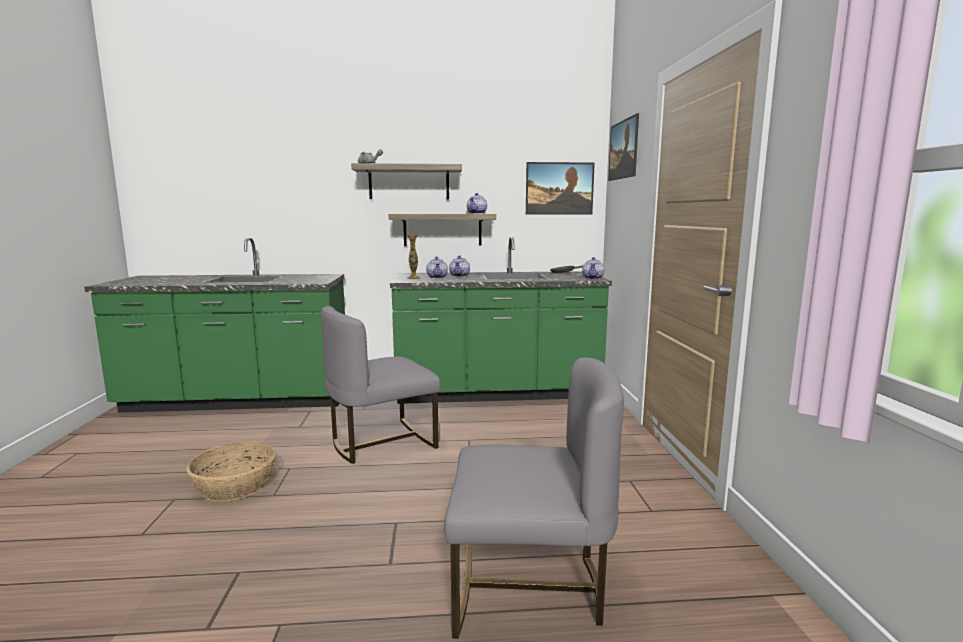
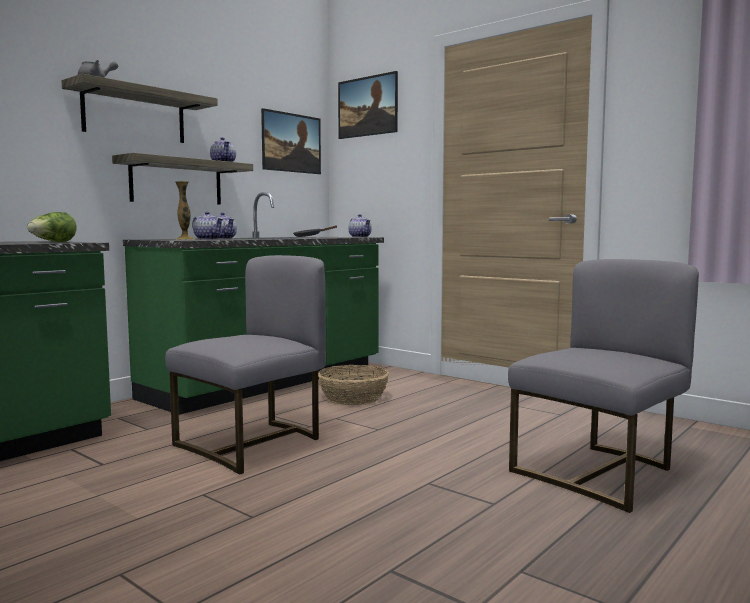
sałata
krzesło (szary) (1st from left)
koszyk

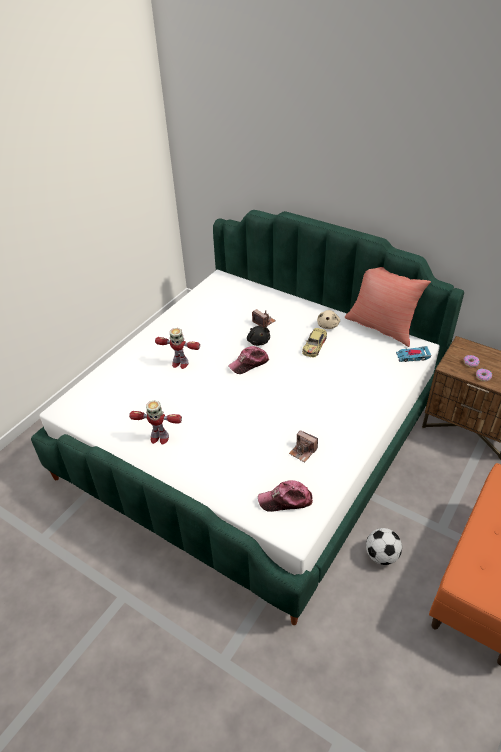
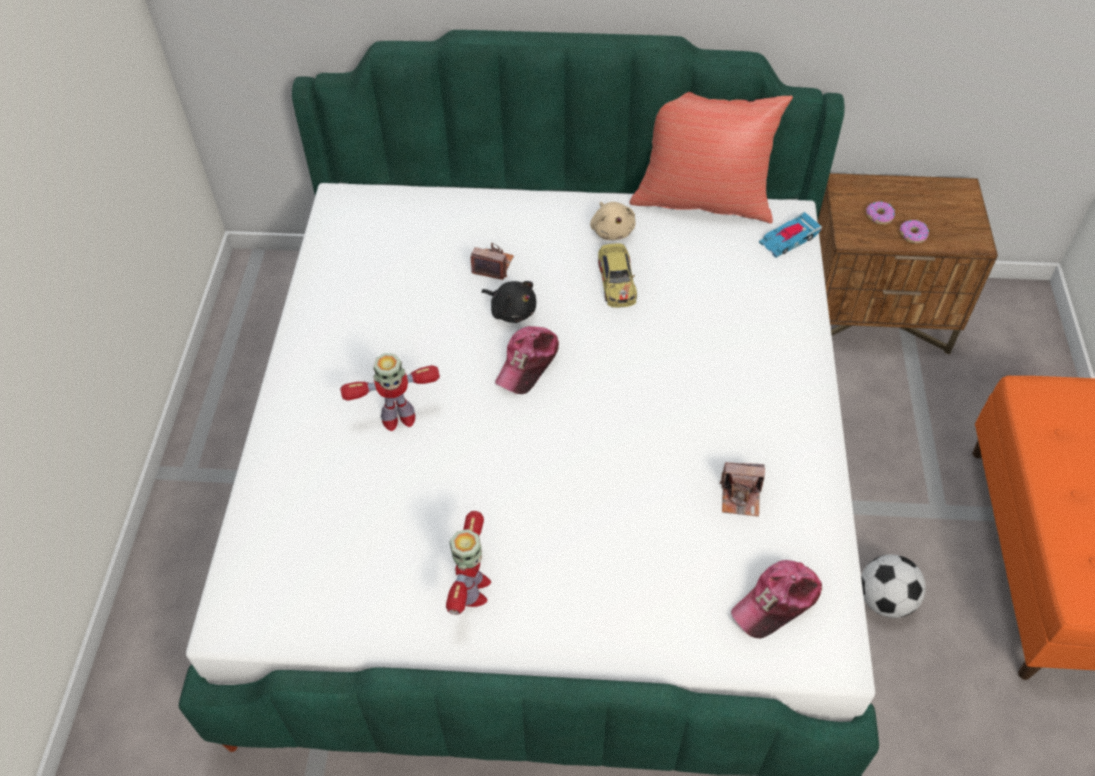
robot zabawkowy (2nd from left)

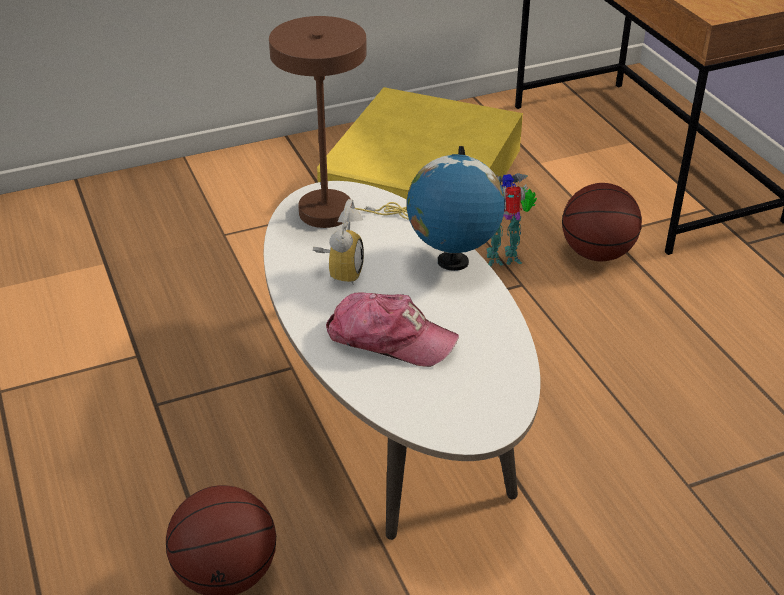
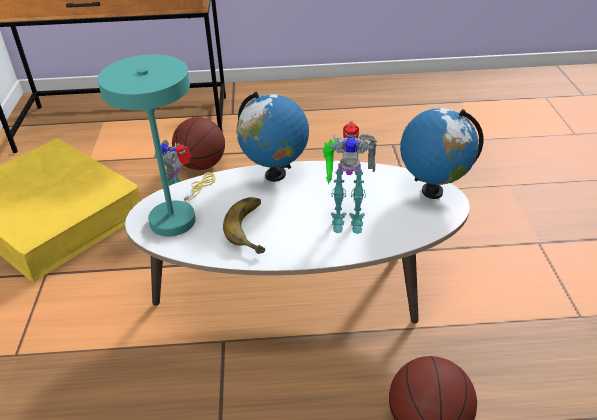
lampa stołowa (turkusowy)
banan
robot zabawkowy (2nd from left)
globus (2nd from left)

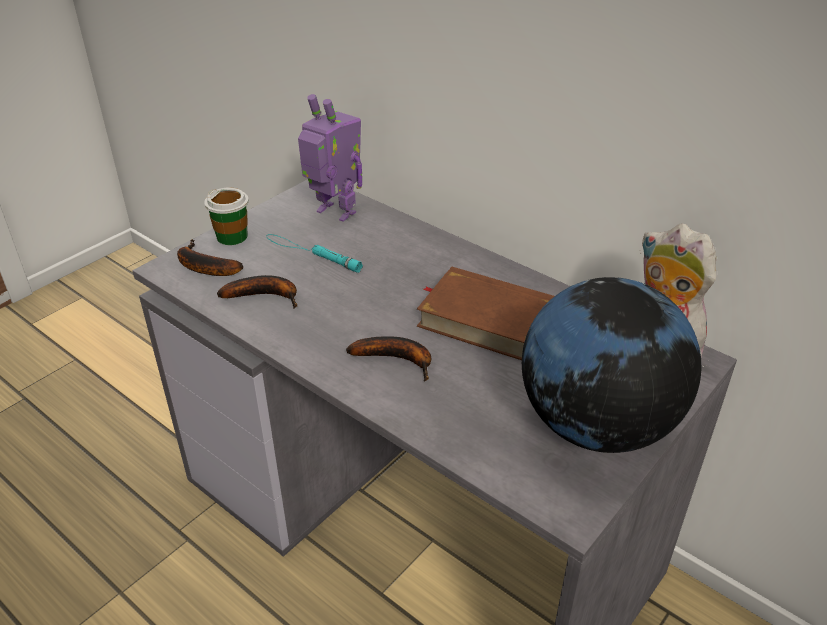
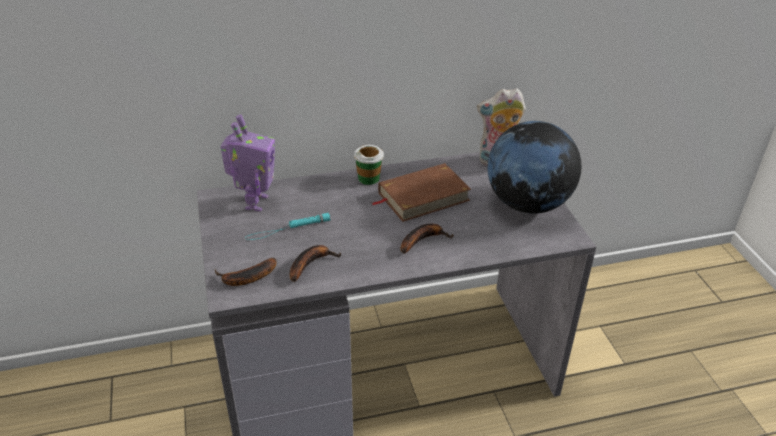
robot zabawkowy
filiżanka

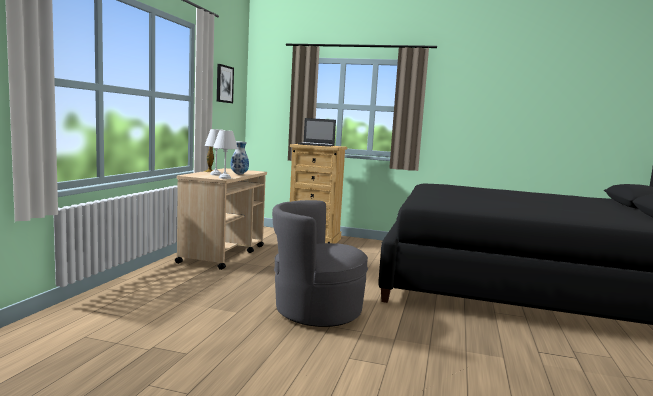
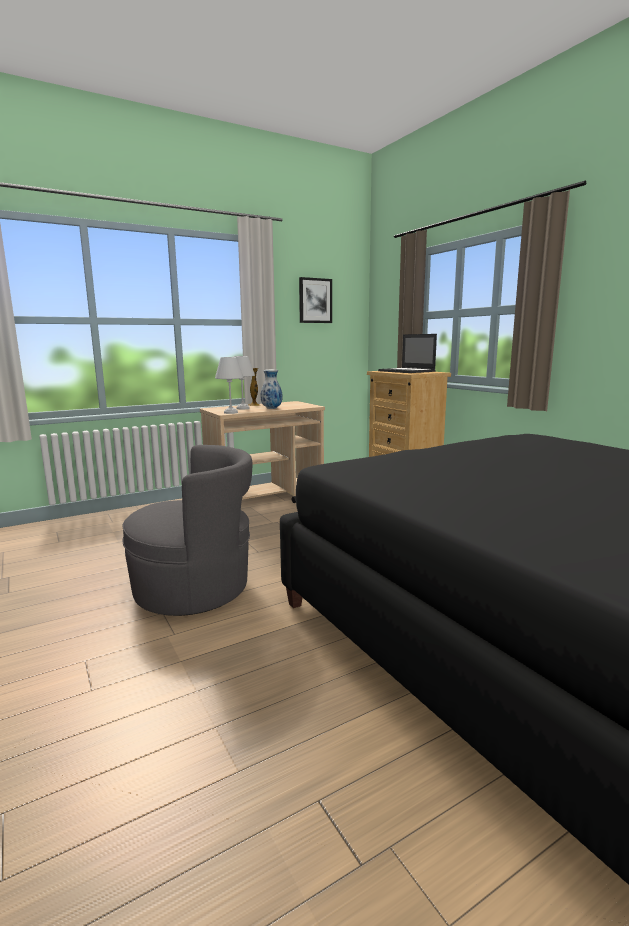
fotel (szary)

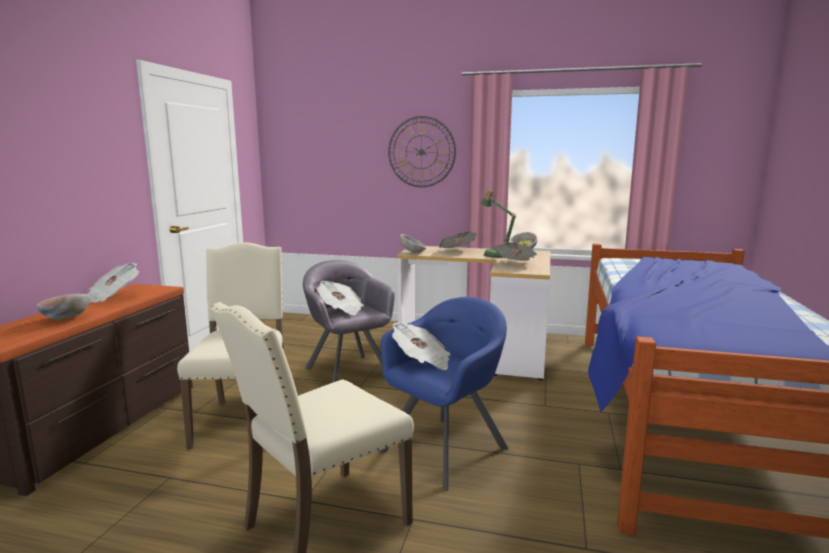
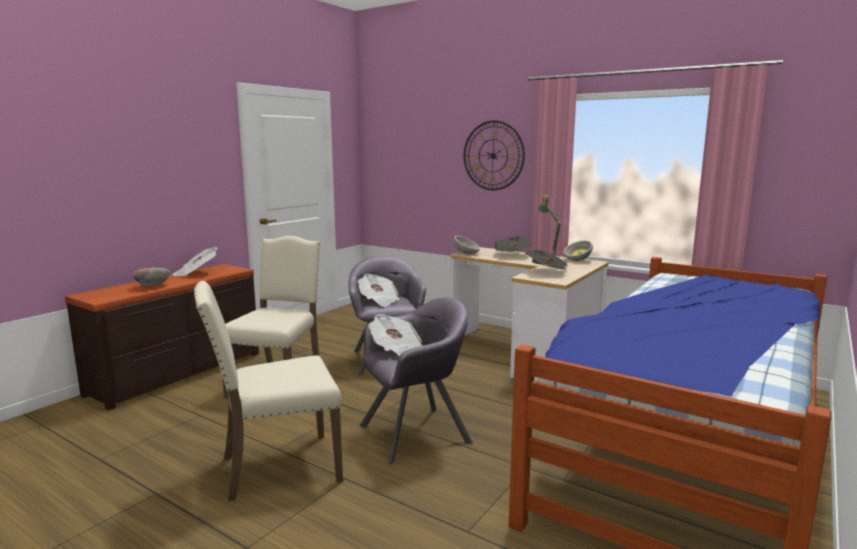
fotel (szary) (2nd from left)

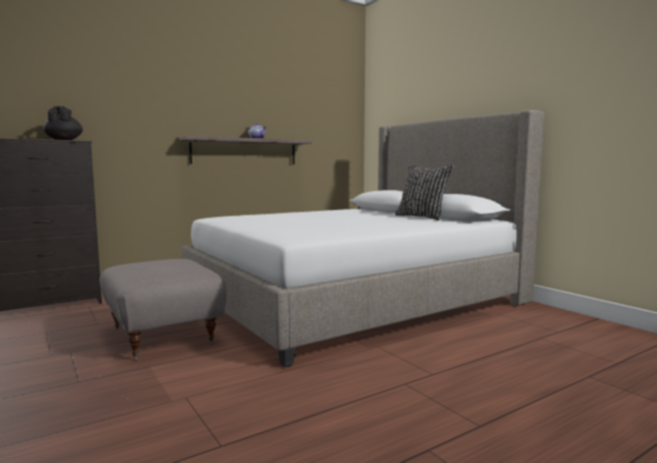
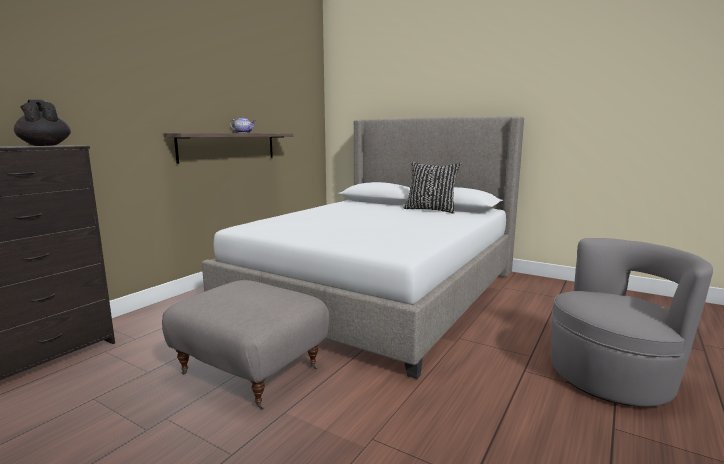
fotel (szary)

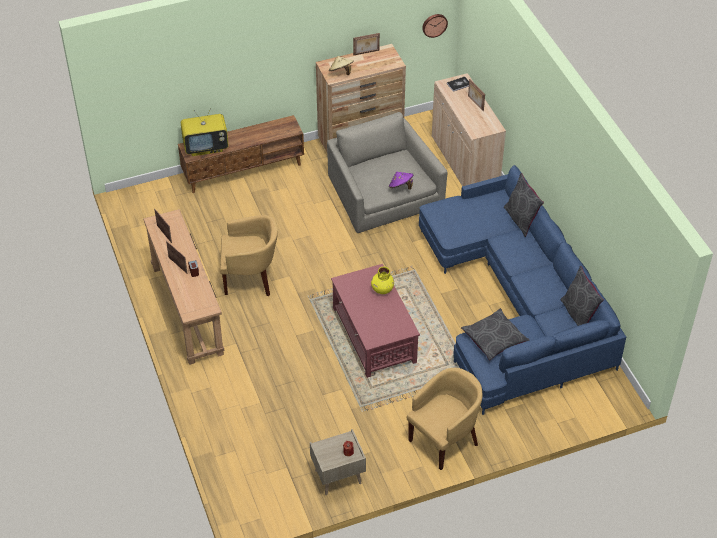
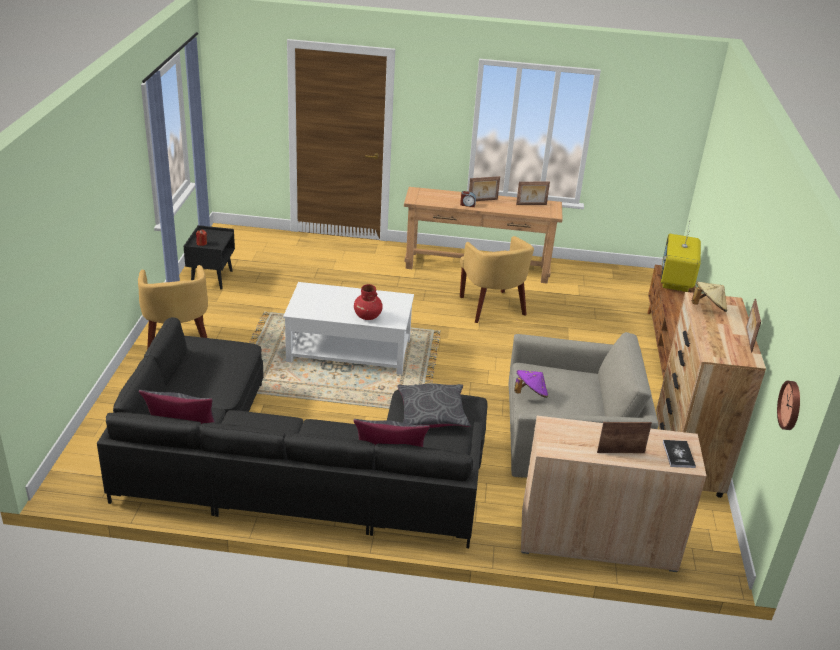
kanapa (czarny)
szafka nocna (czarny)
ława (biały)
wazon (czerwony)
poduszka (szary) (3rd from left)
fotel (żółty) (2nd from left)

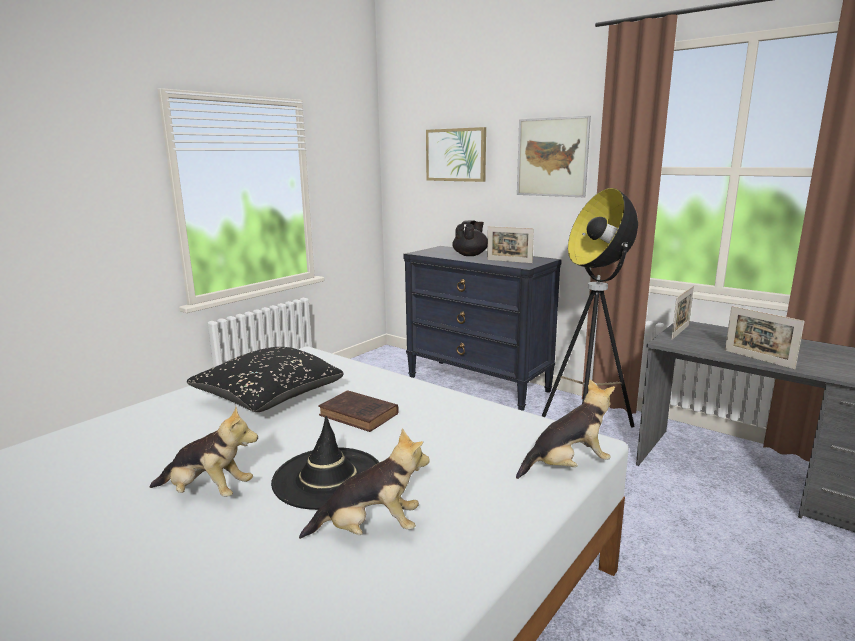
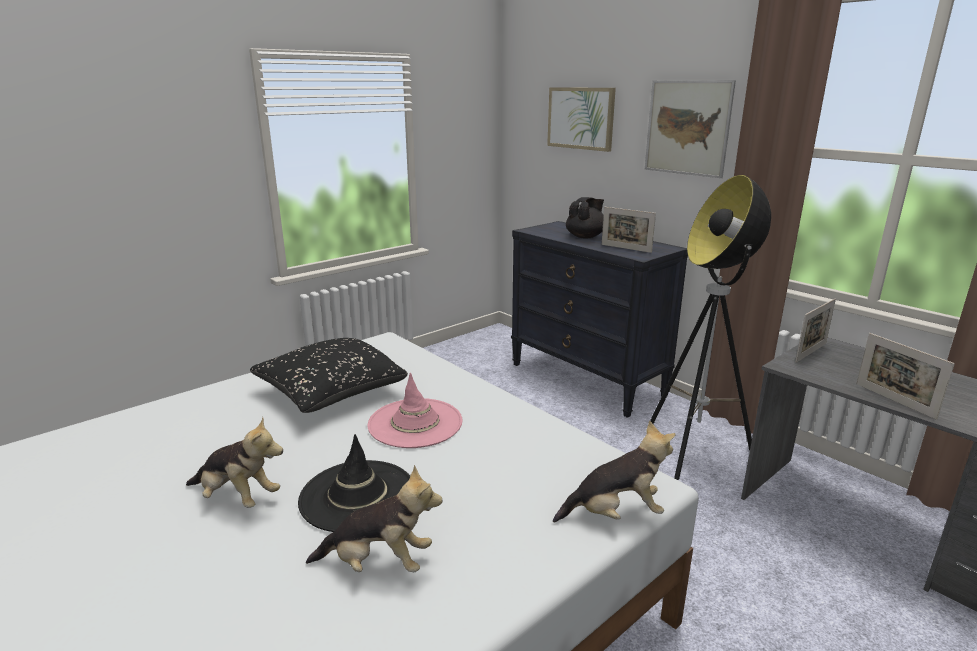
kapelusz (różowy)

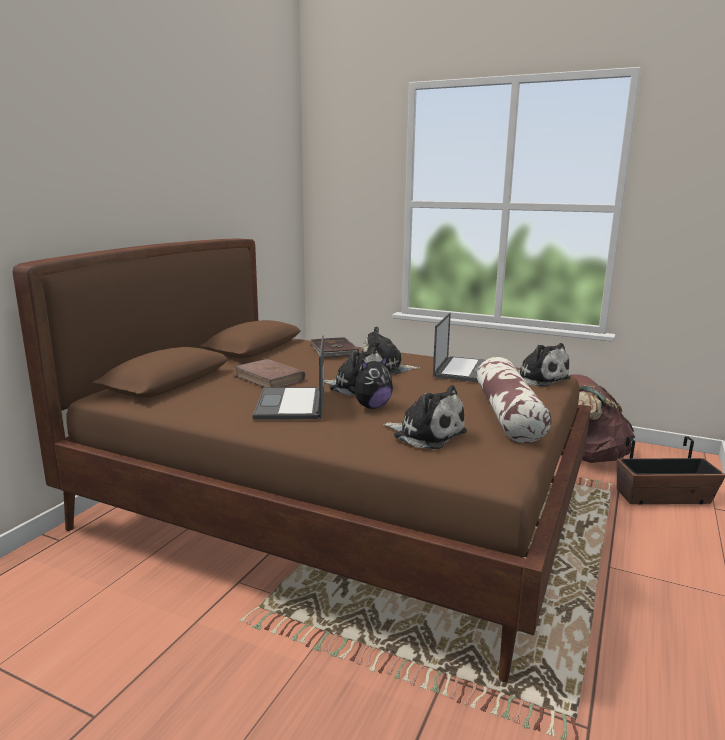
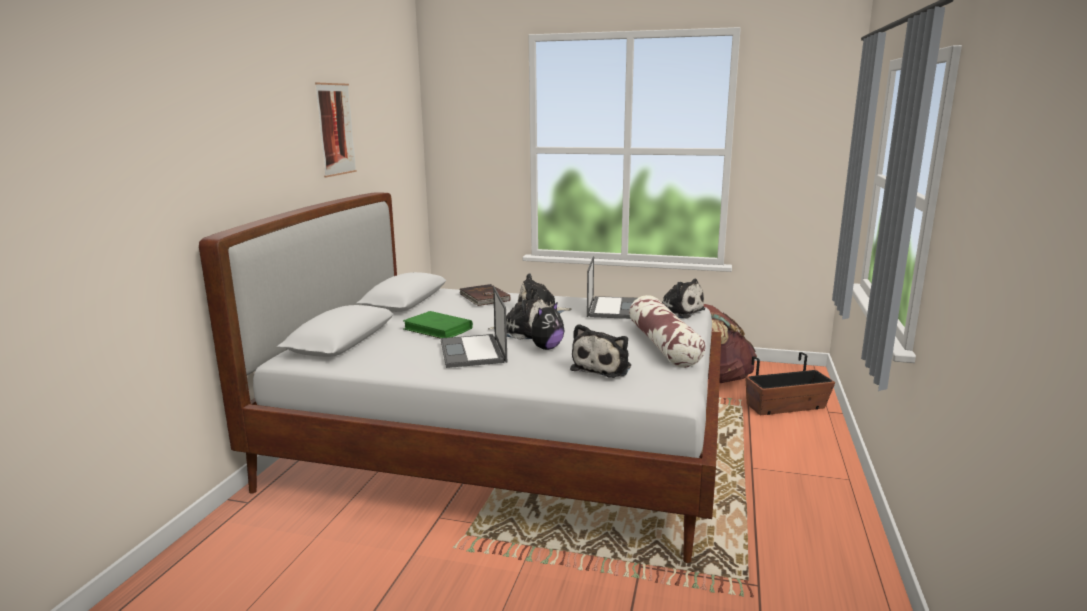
łóżko (biały)
obraz
książka (zielony)
pluszak (4th from left)

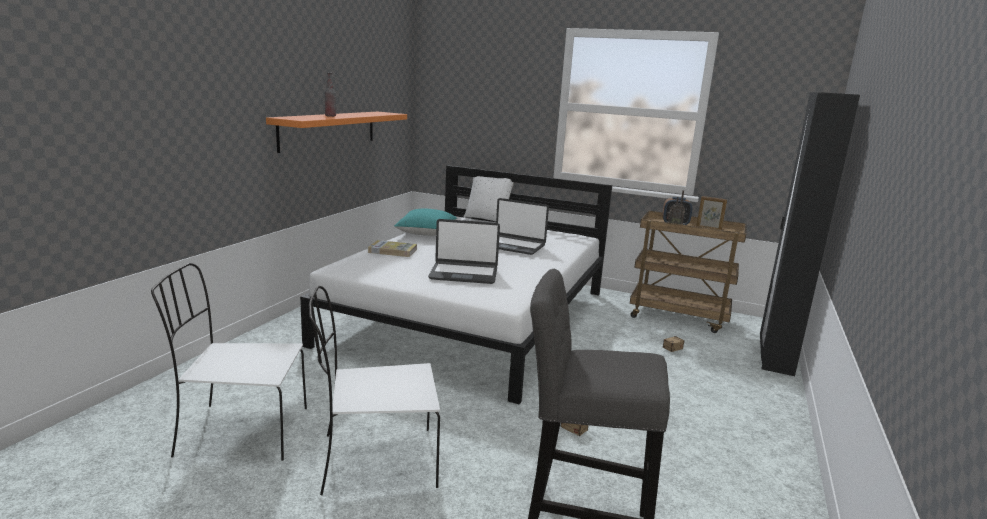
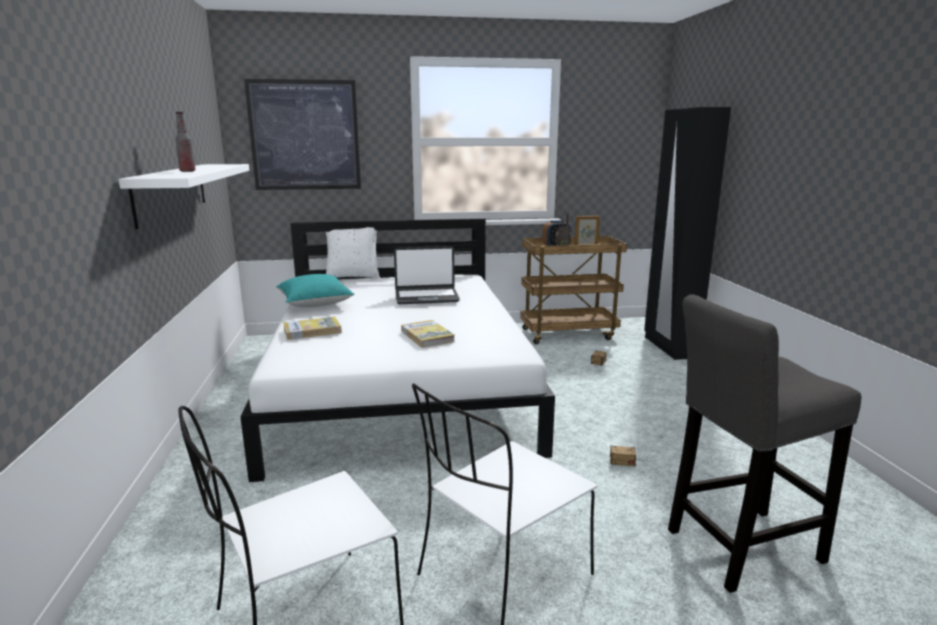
półka (biały)
obraz
książka (2nd from left)

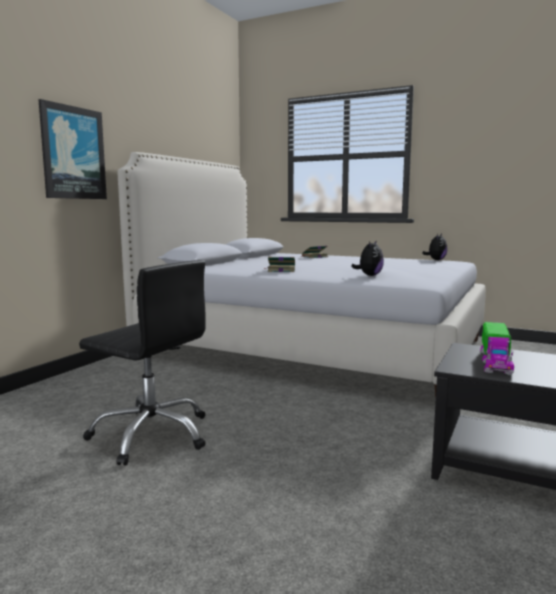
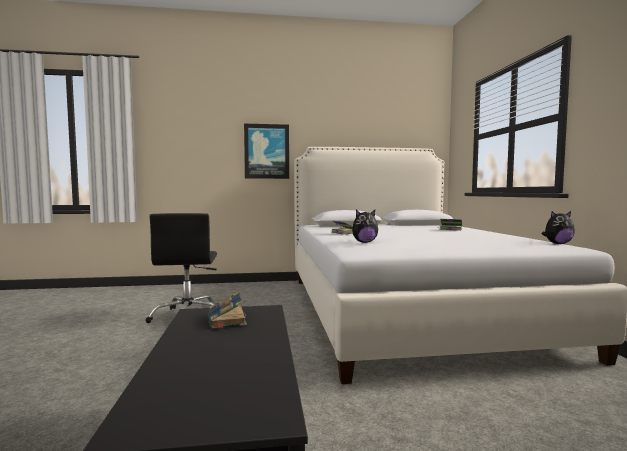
książka (1st from left)

